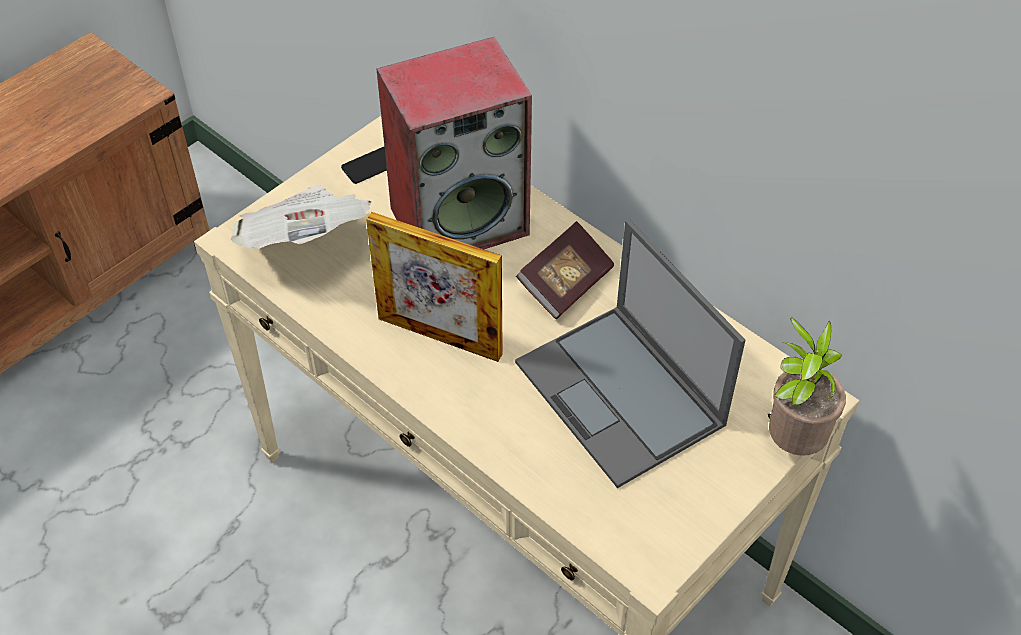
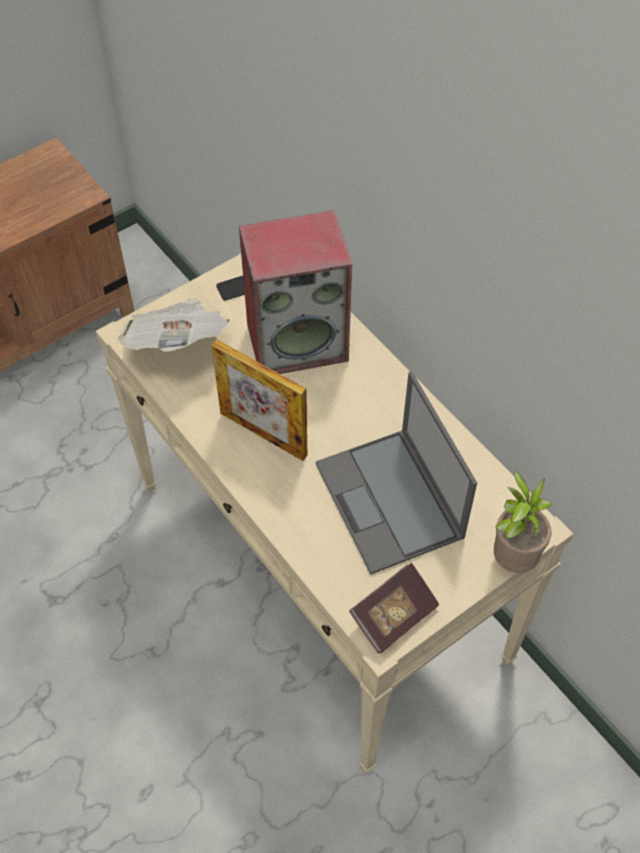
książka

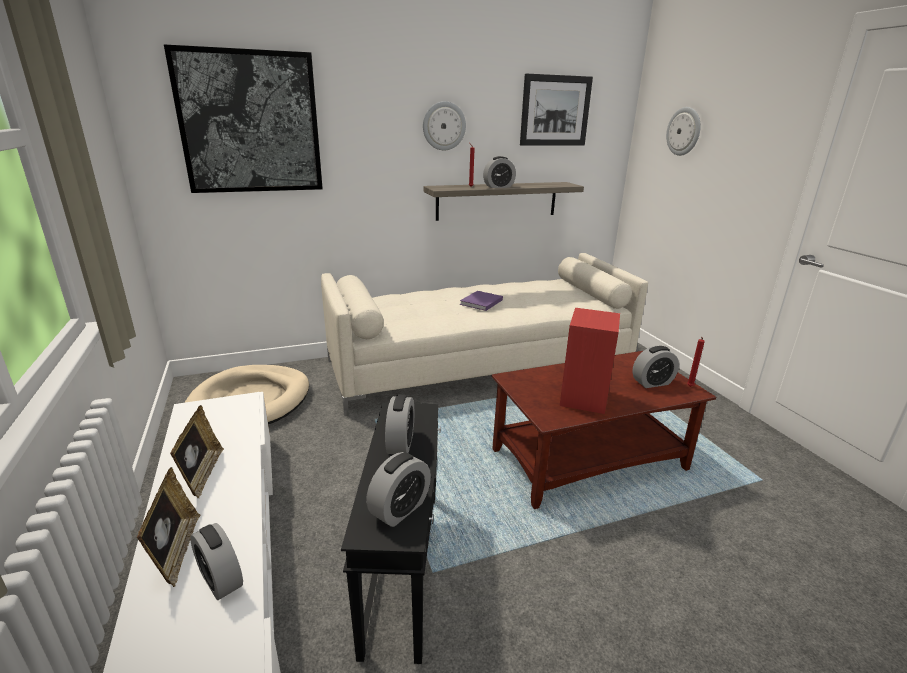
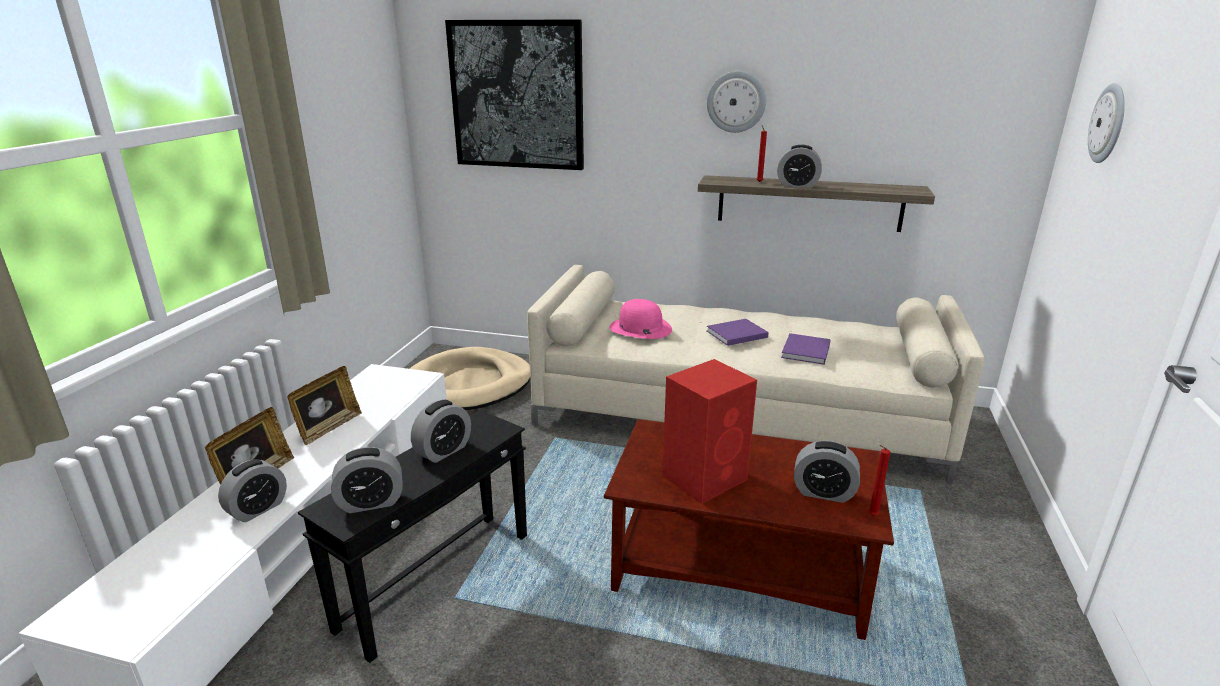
budzik (1st from left)
kapelusz (różowy)
książka (fioletowy) (2nd from left)
obraz (2nd from left in the first image)

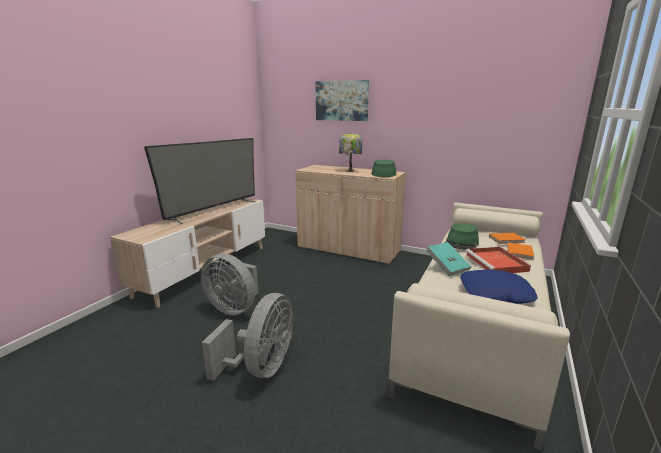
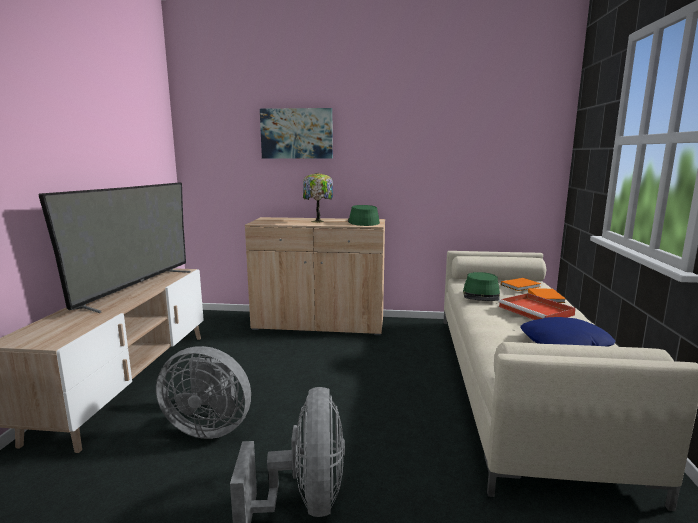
książka (turkusowy)

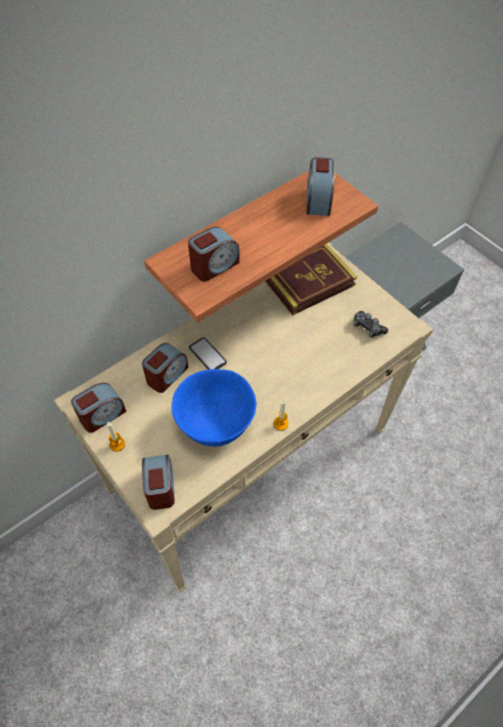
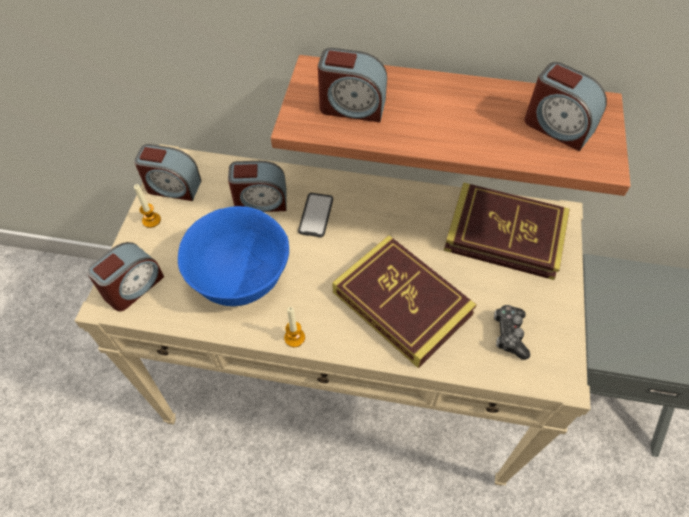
książka (1st from left)
budzik (5th from left)

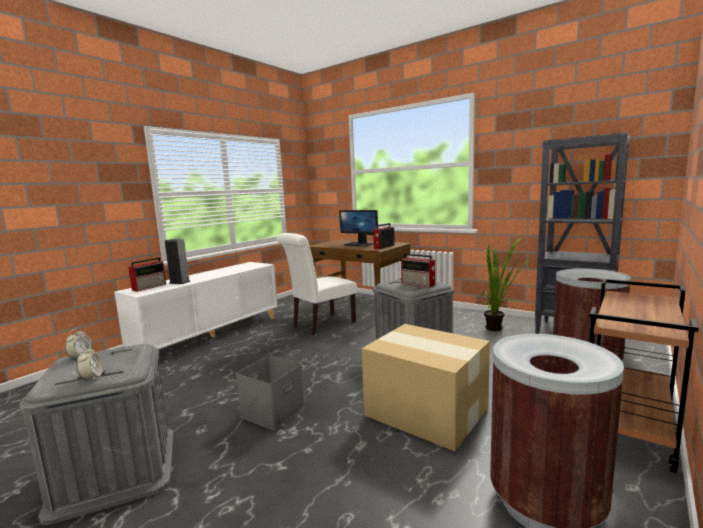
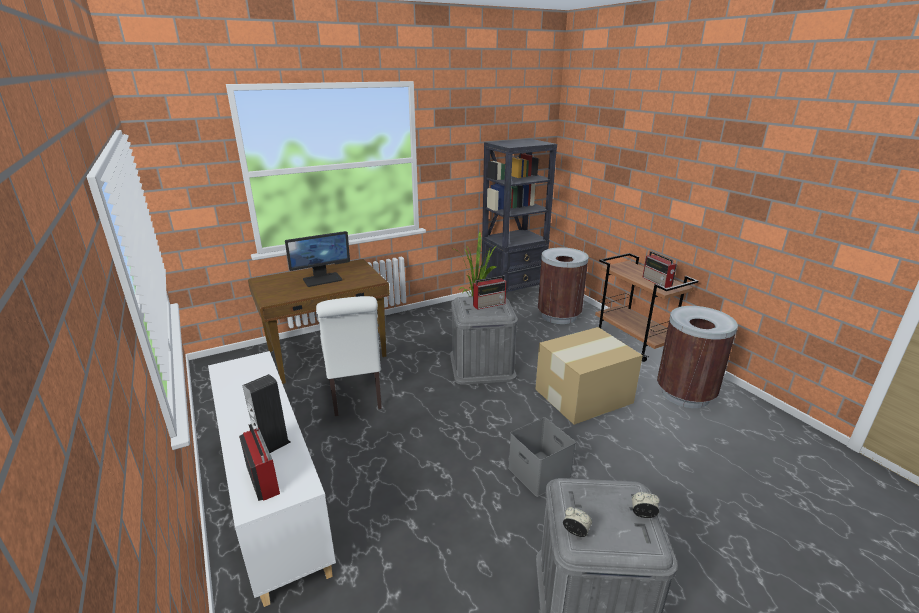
radio (3rd from left)

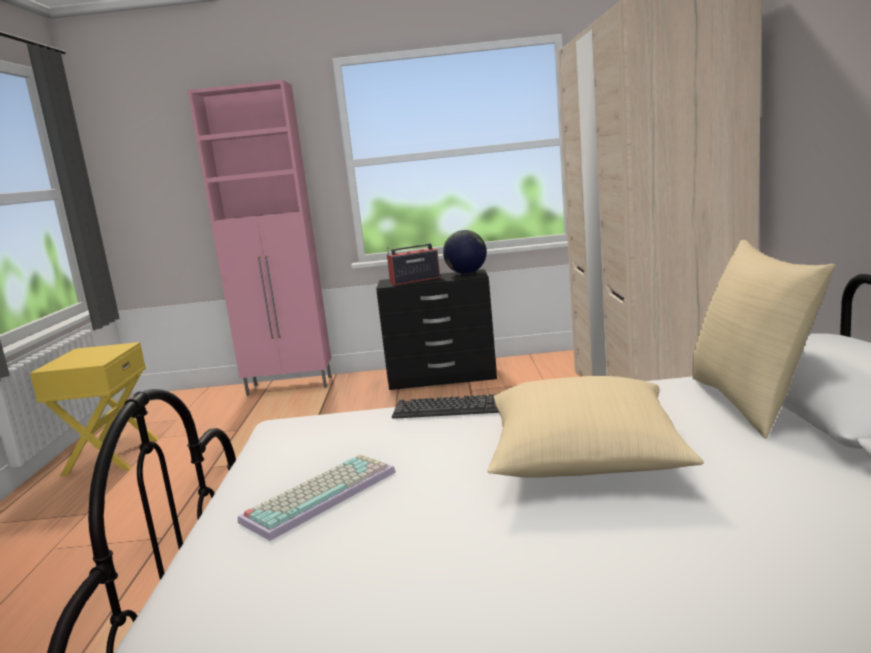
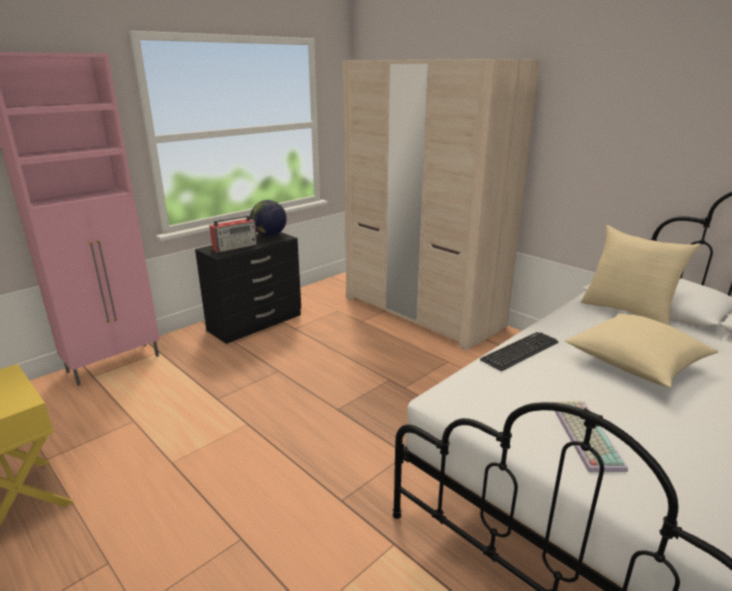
radio

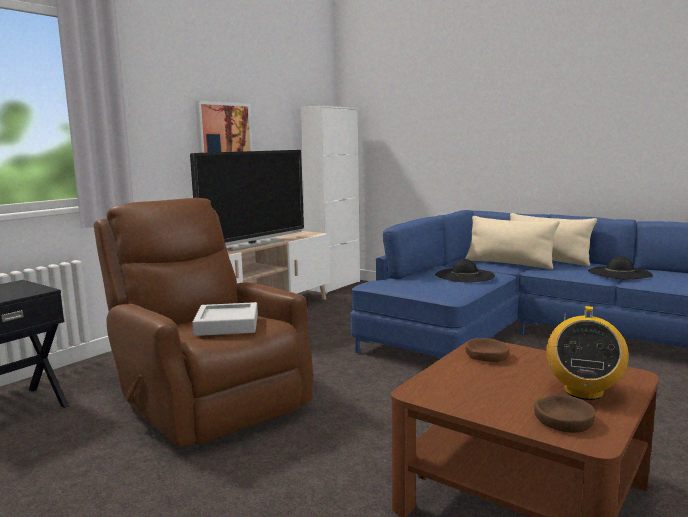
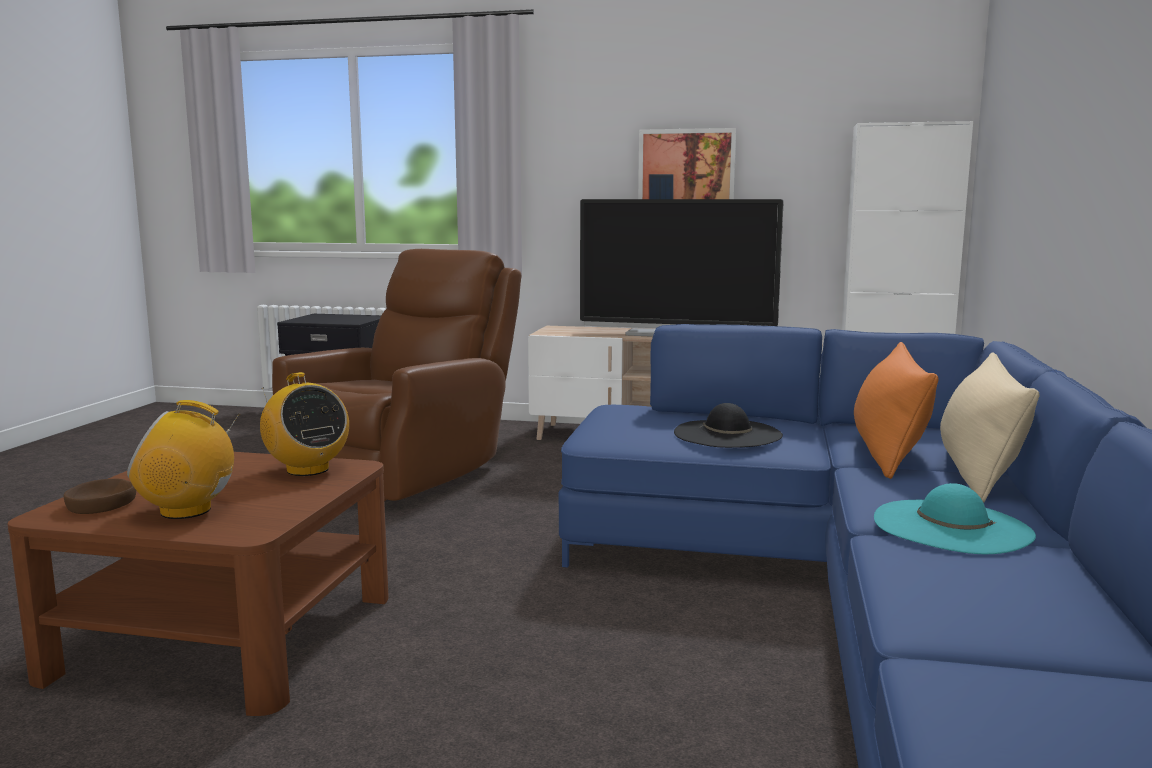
radio (2nd from left)
poduszka (pomarańczowy)
kapelusz (turkusowy)
taca (szary)

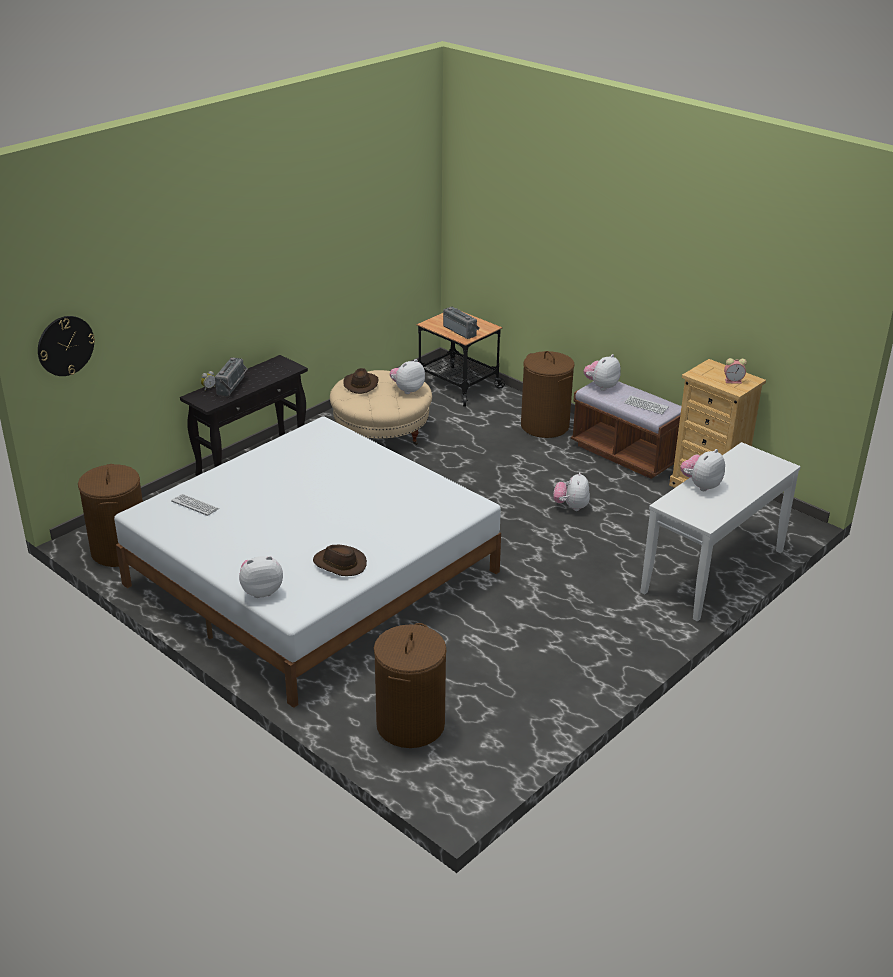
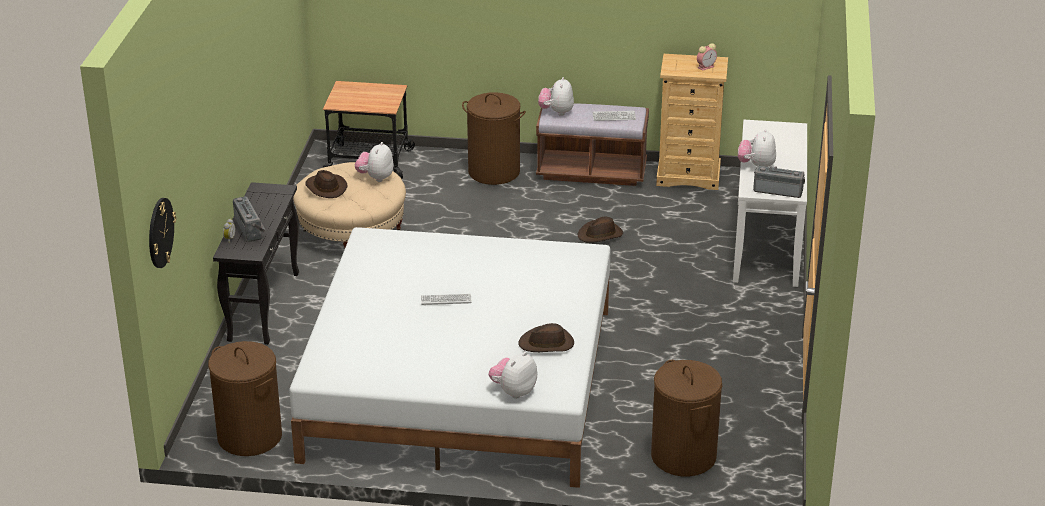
klawiatura (1st from left)
kapelusz (brązowy) (3rd from left)
radio (2nd from left)

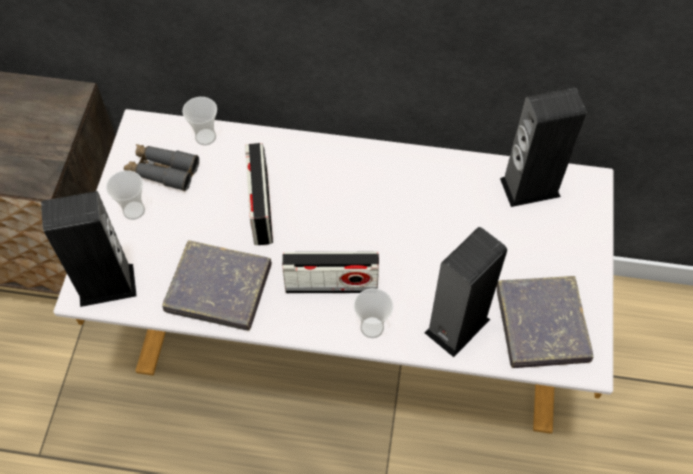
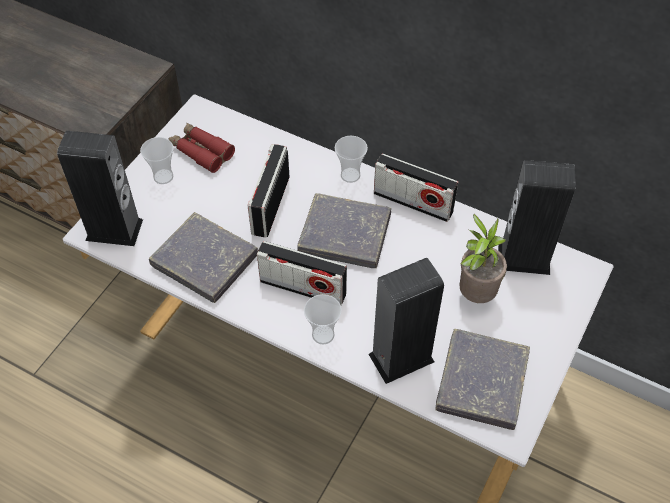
lornetka (czerwony)
książka (szary) (2nd from left)
filiżanka (3rd from left)
radio (3rd from left)
roślina doniczkowa

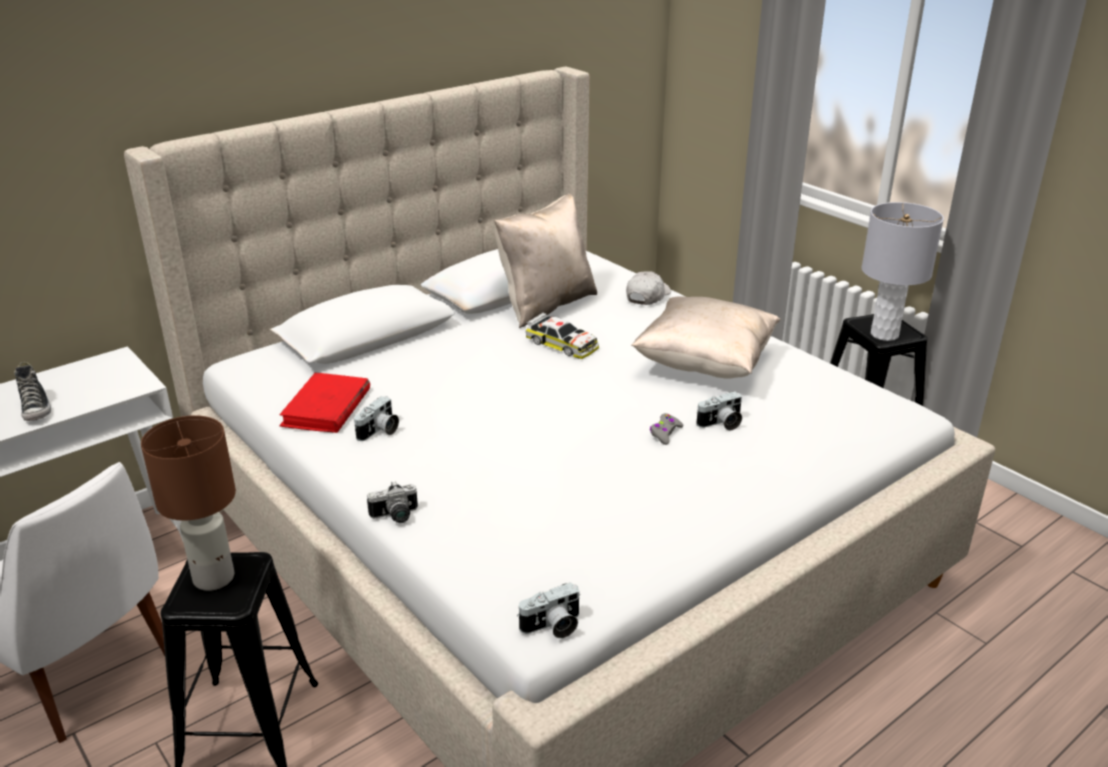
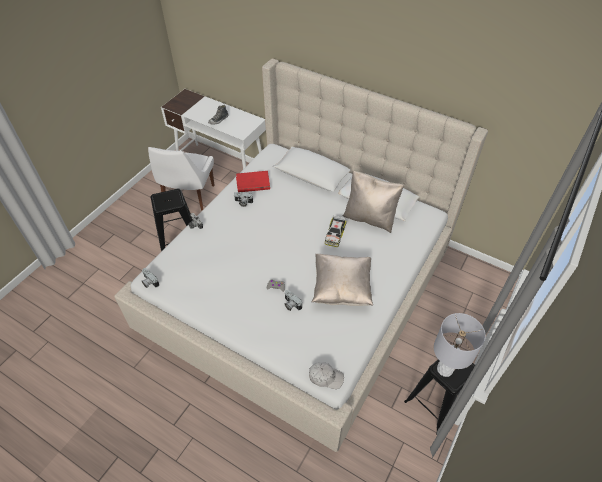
czapka z daszkiem (biały)
lampa stołowa (brązowy)

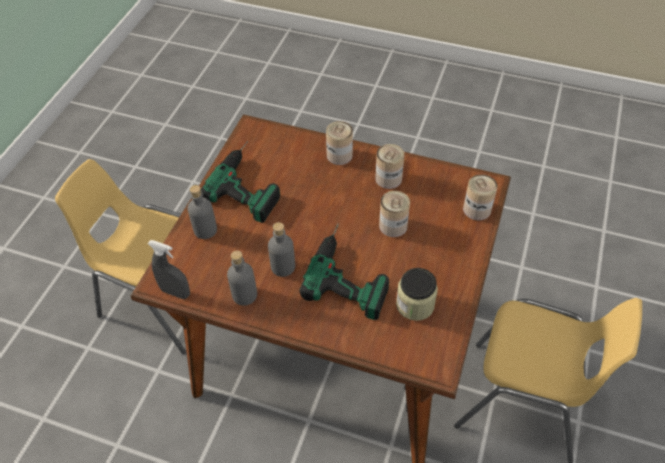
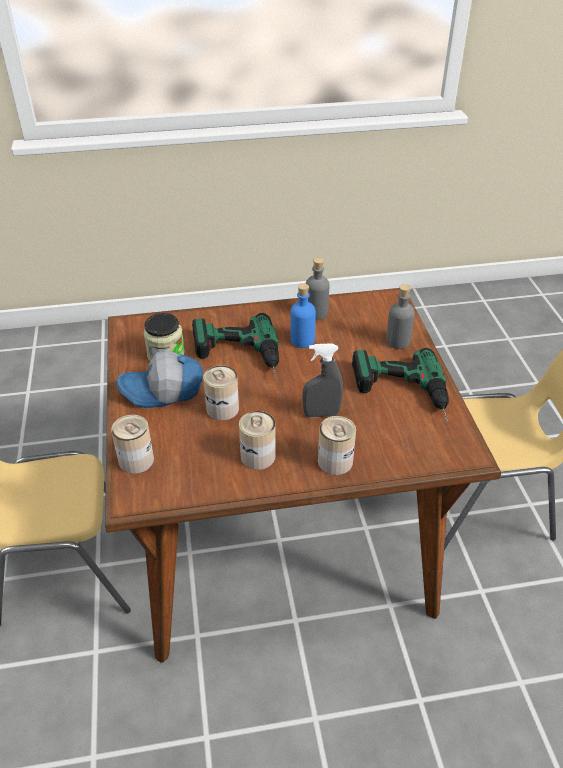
czapka z daszkiem
butelka (niebieski)
spryskiwacz (szary)

